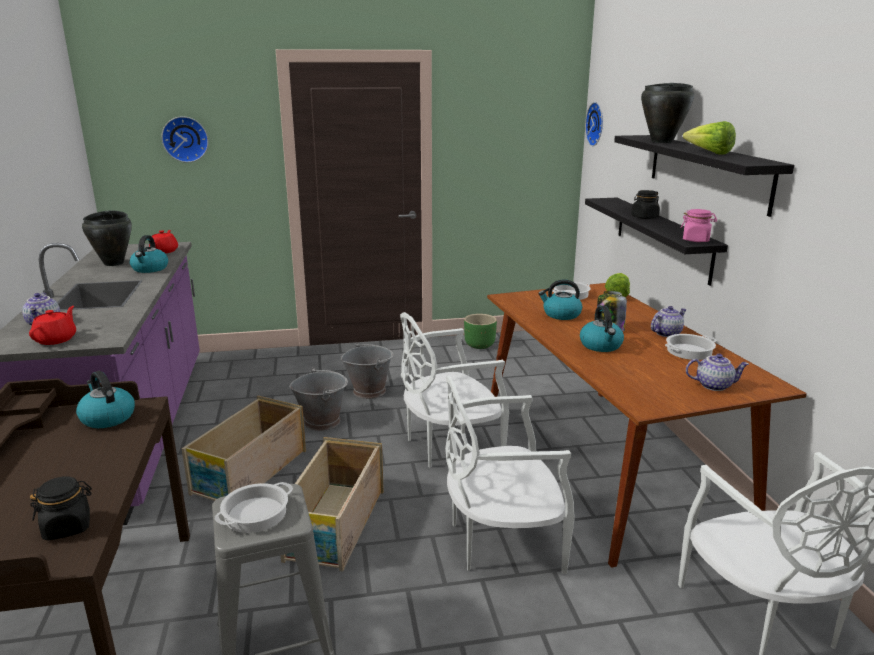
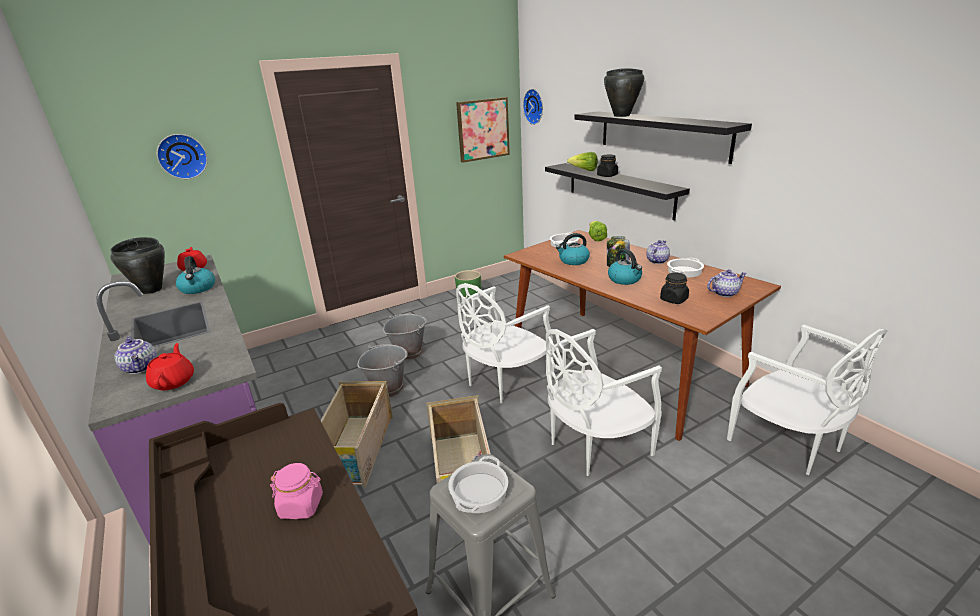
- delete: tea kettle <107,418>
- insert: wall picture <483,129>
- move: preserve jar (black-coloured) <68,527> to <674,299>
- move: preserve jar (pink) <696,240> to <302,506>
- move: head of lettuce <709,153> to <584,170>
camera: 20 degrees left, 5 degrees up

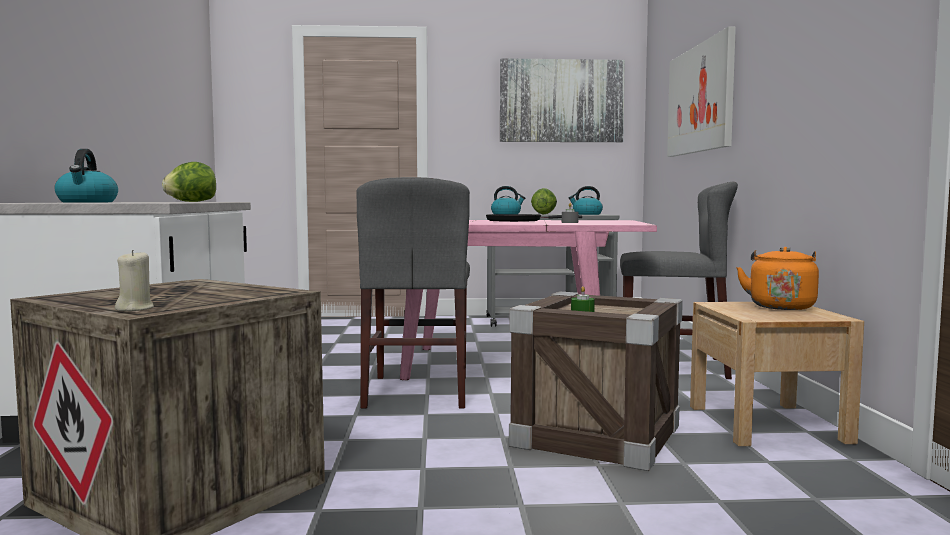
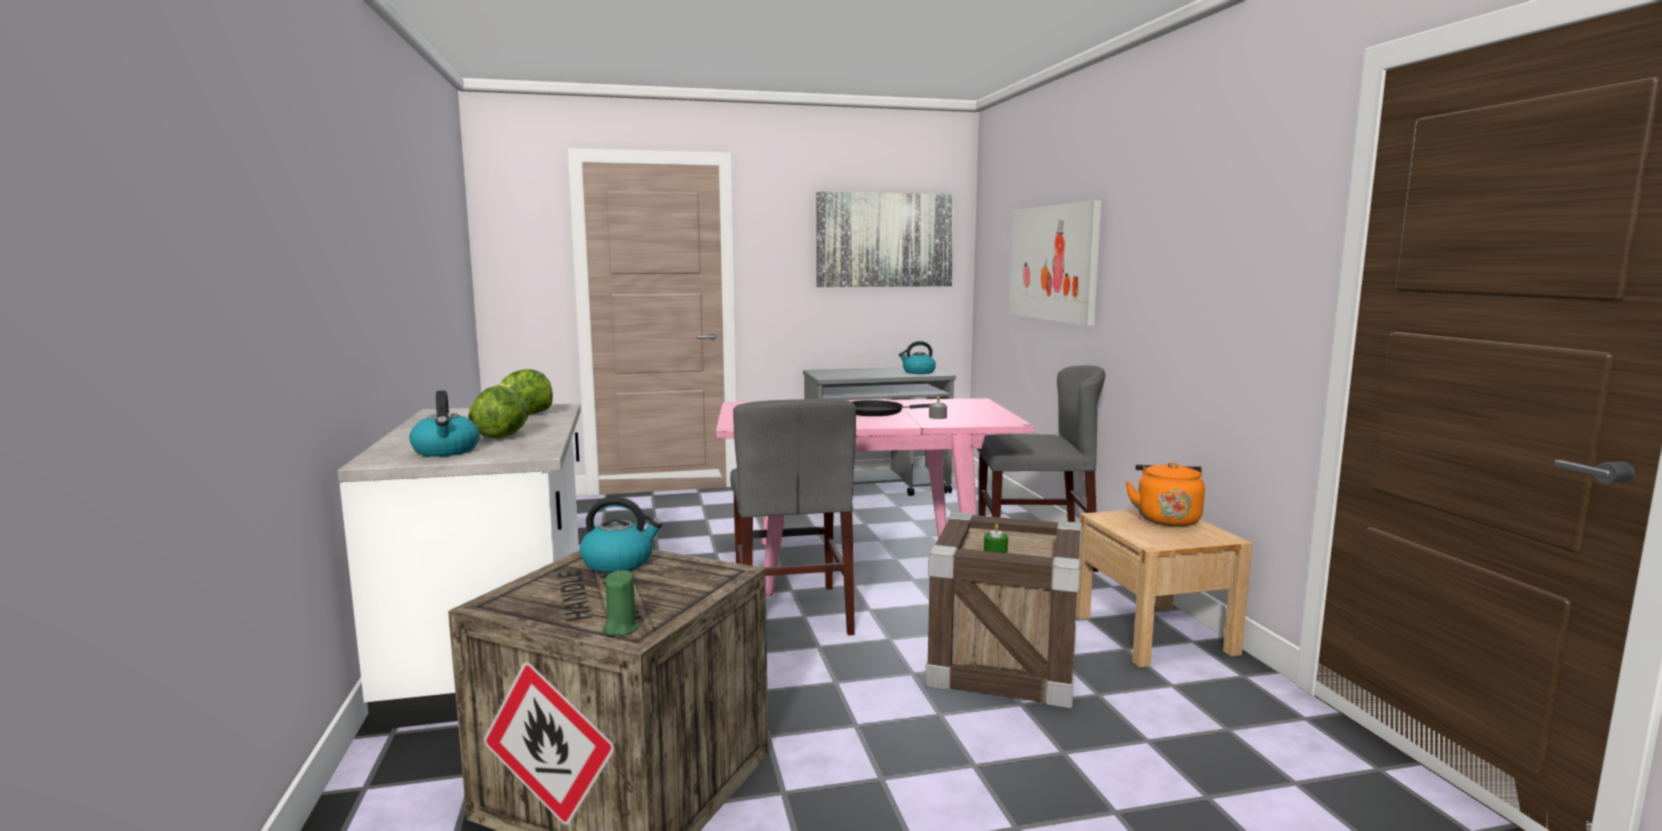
- move: tea kettle <506,214> to <619,562>
- move: head of lettuce <543,214> to <502,436>
- recolor: wax light (sand-coloured) <135,309> to wax light (green-coloured) <621,629>
camera: 10 degrees left, 5 degrees up

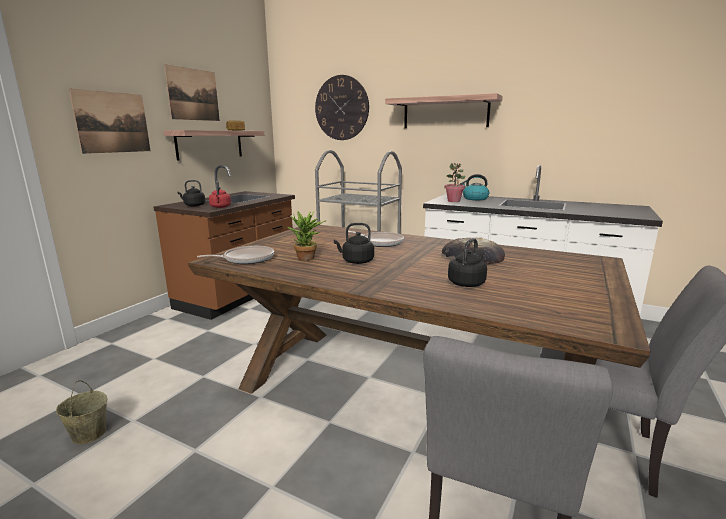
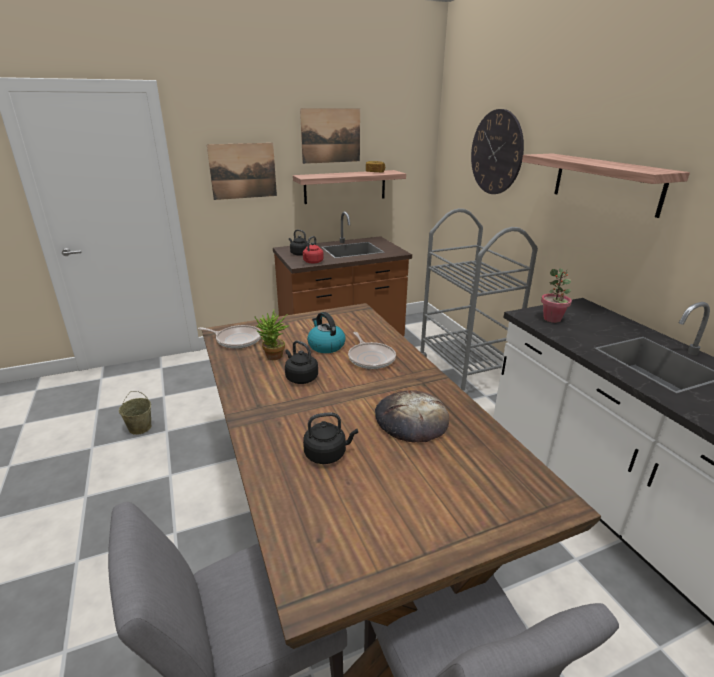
- move: tea kettle <474,198> to <325,346>
camera: 40 degrees right, 10 degrees up

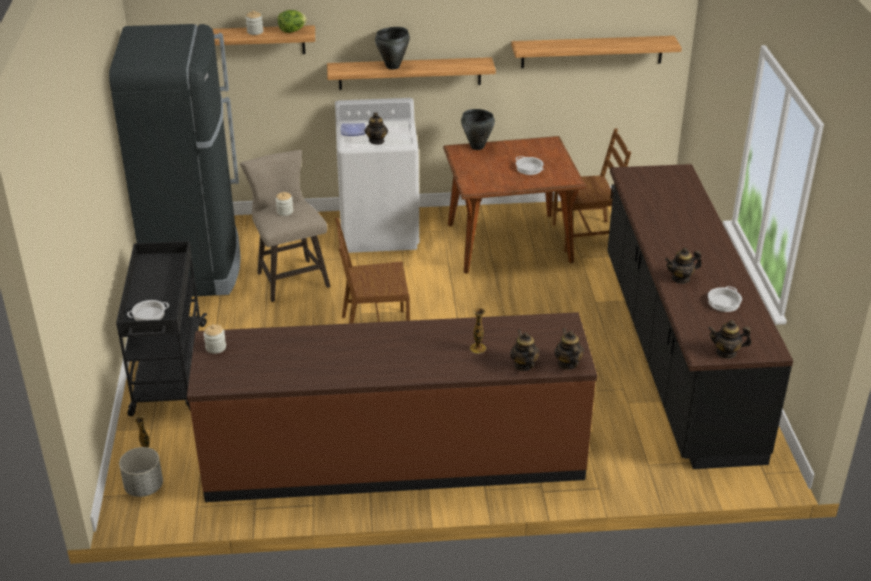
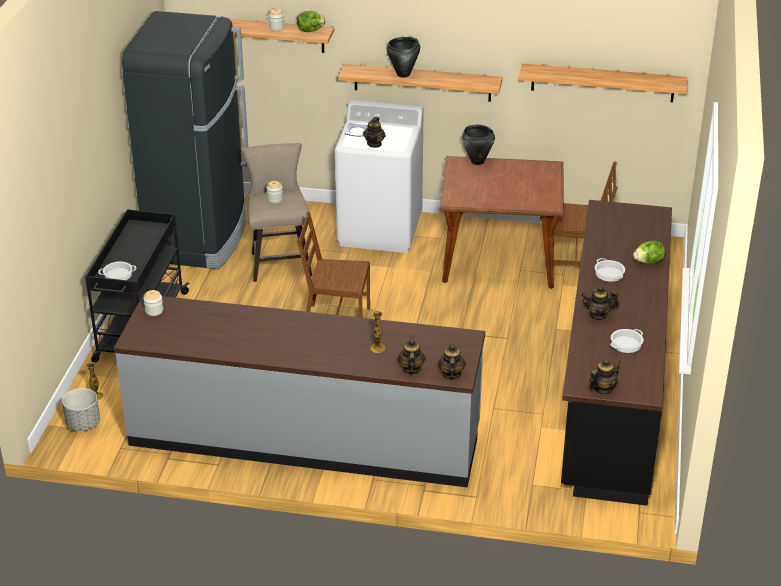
- insert: head of lettuce <648,262>
- move: saucepot <529,168> to <609,273>
- recolor: kitchen base unit (brownish) <394,457> to kitchen base unit (gray) <305,437>
- rotate: tea pot <726,352> = <602,389> 120 degrees clockwise
camera: 15 degrees right, 0 degrees up

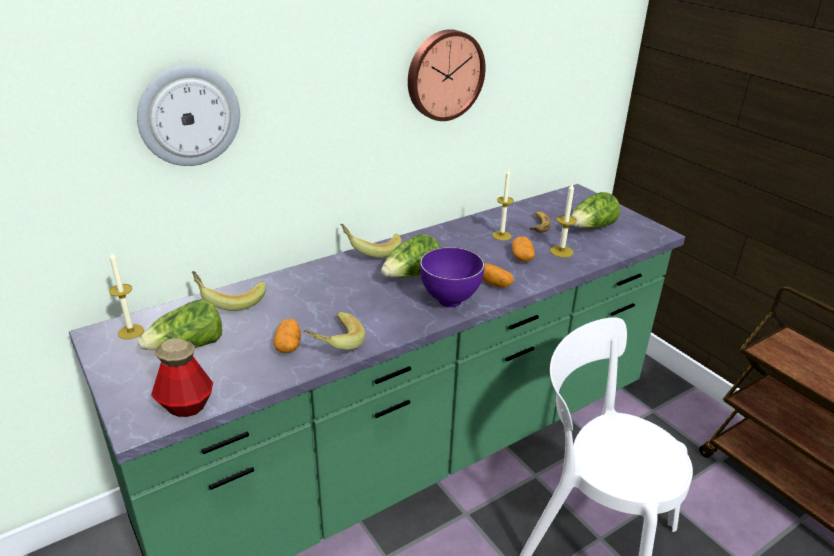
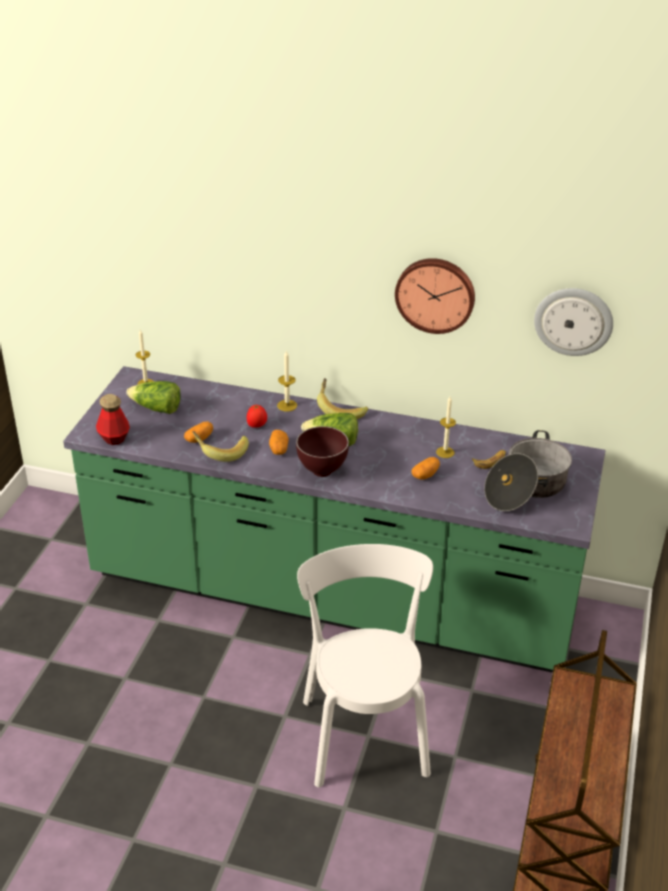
- delete: whole banana <230,300>
- insert: tomato <257,426>
- move: wall clock <189,116> to <573,321>
- move: whole potato <494,283> to <278,449>
- move: wax light <561,251> to <287,405>
- replace: head of lettuce <591,228> to saucepot <526,488>
- recolor: serving bowl (purple) <449,301> to serving bowl (brownish) <323,471>
camera: 50 degrees right, 5 degrees up

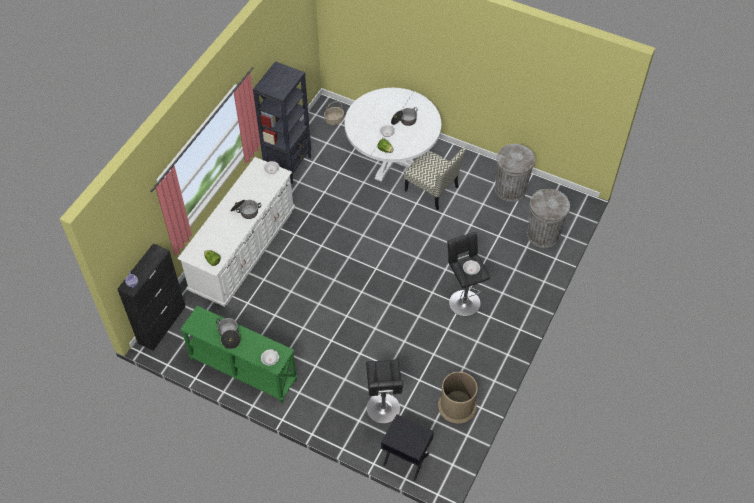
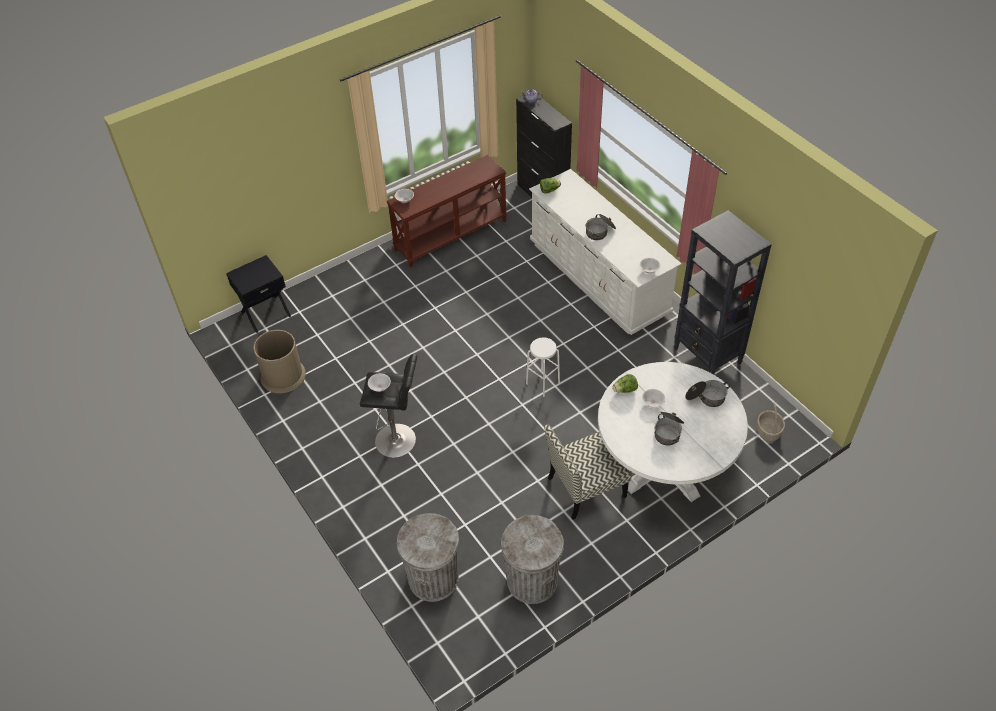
- delete: sitting stool (black-coloured) <383,410>
- insert: sitting stool (whitish) <543,383>
- move: saucepot <229,336> to <705,397>
- recolor: narrow table (green-coloured) <242,370> to narrow table (brownish) <450,234>
camera: 120 degrees right, 5 degrees down

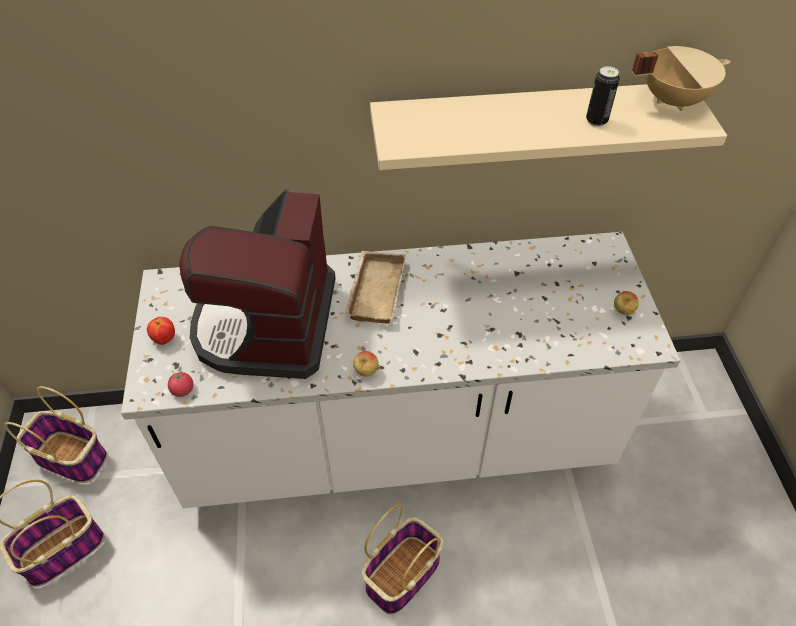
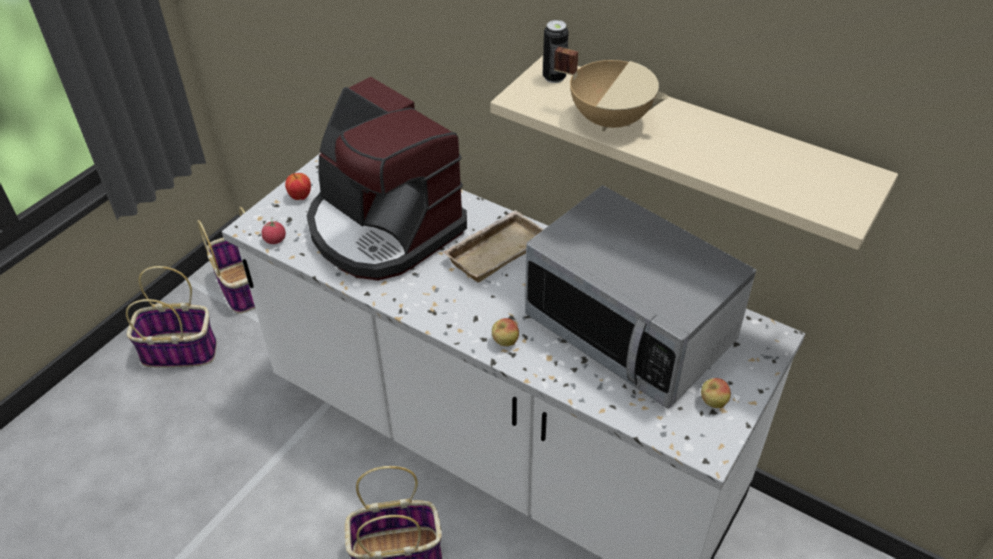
- insert: microwave <630,330>
- move: apple <366,372> to <505,342>
- move: metal can <596,121> to <554,77>
- move: saucepot (sand-coloured) <672,100> to <610,119>
- rotate: coffee machine <268,324> = <383,228> 90 degrees counterclockwise
camera: 40 degrees right, 5 degrees down

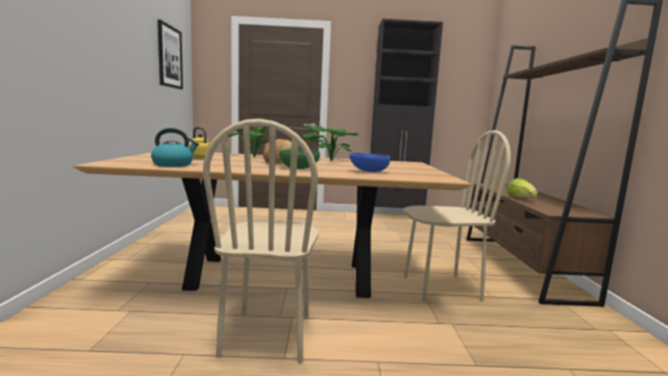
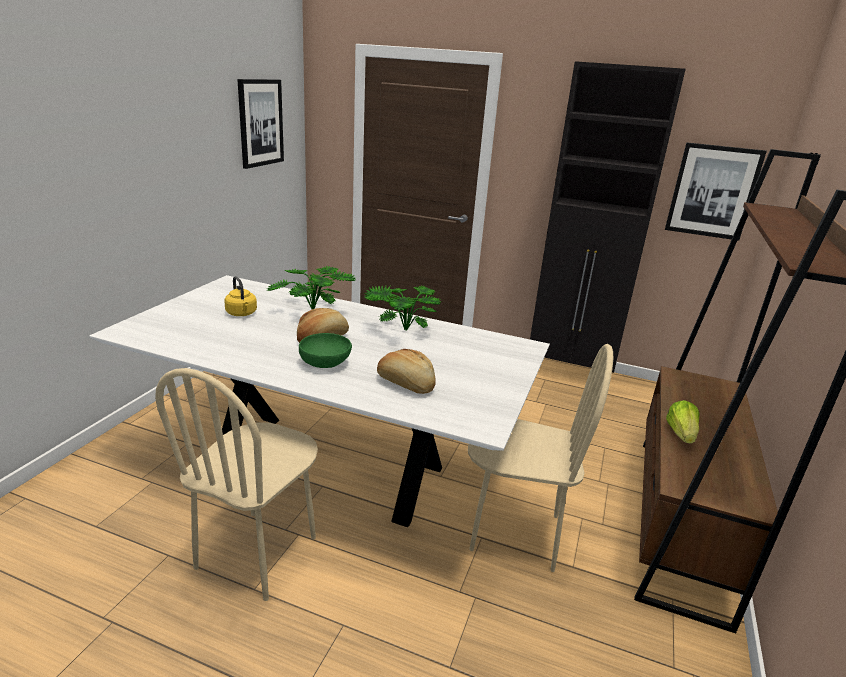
- delete: tea kettle <174,165>
- insert: wall picture <712,191>
- replace: serving bowl (blue-coloured) <368,171> to baked bread <406,384>
- recolor: dinner table (brownish) <283,277> to dinner table (whitish) <330,466>
camera: 20 degrees right, 15 degrees up

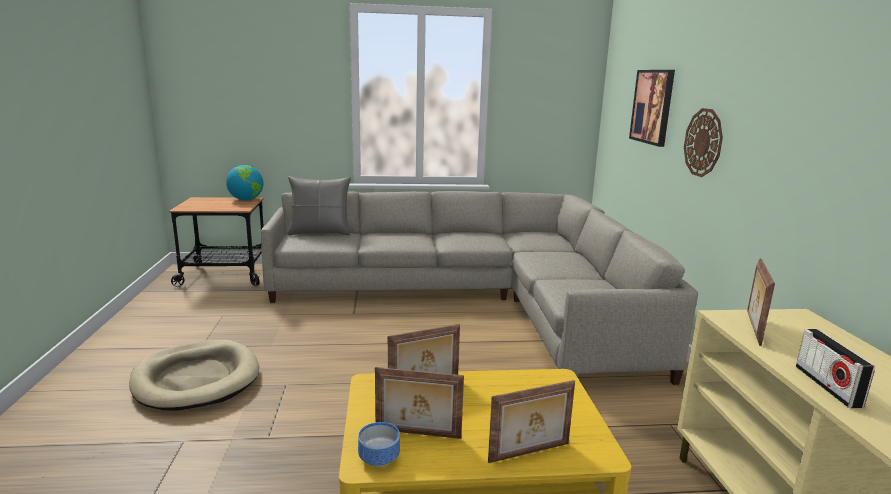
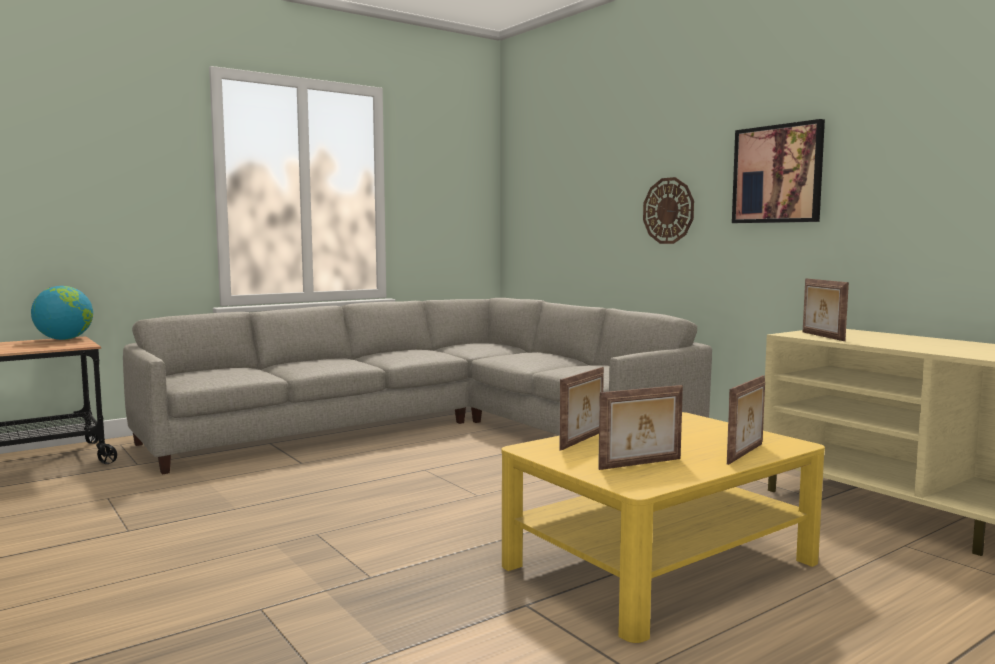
- delete: pet bed (sand-coloured) <196,379>
- delete: throw pillow (gray) <320,232>
- delete: serving bowl <377,459>
- delete: radio <827,386>
- move: wall picture <652,106> to <777,174>
camera: 30 degrees left, 10 degrees down

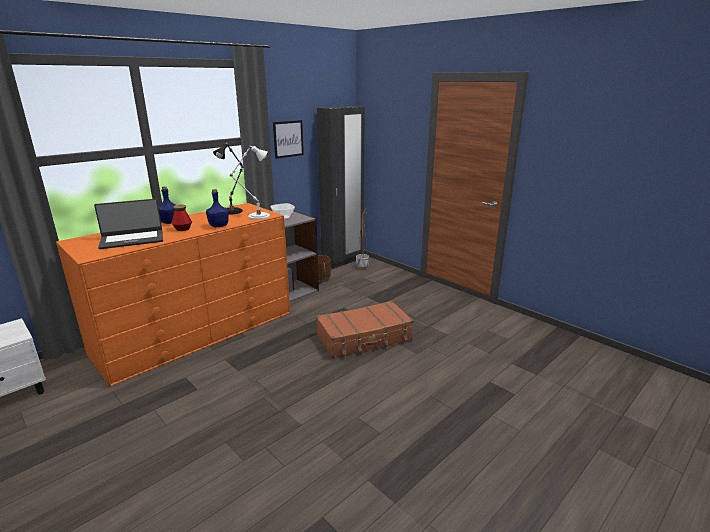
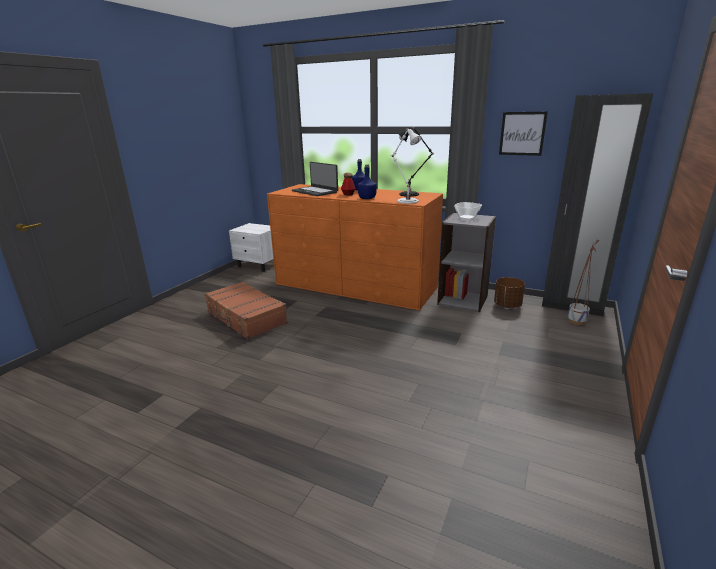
- move: travel case (brownish) <364,338> to <245,318>
camera: 70 degrees right, 0 degrees up

